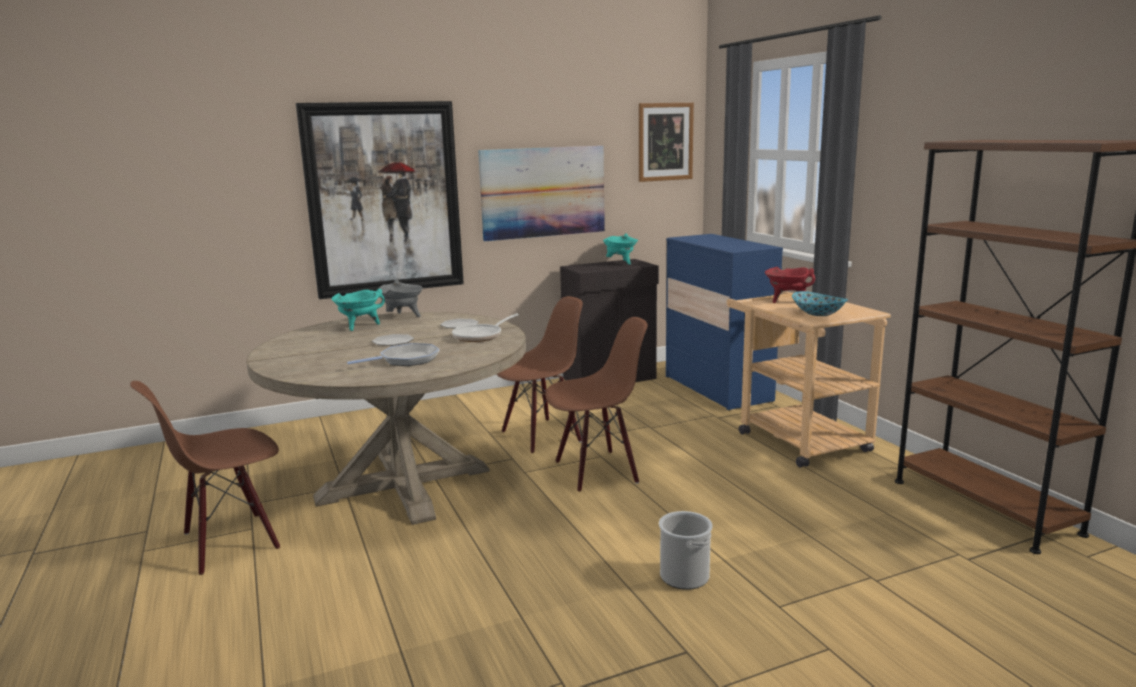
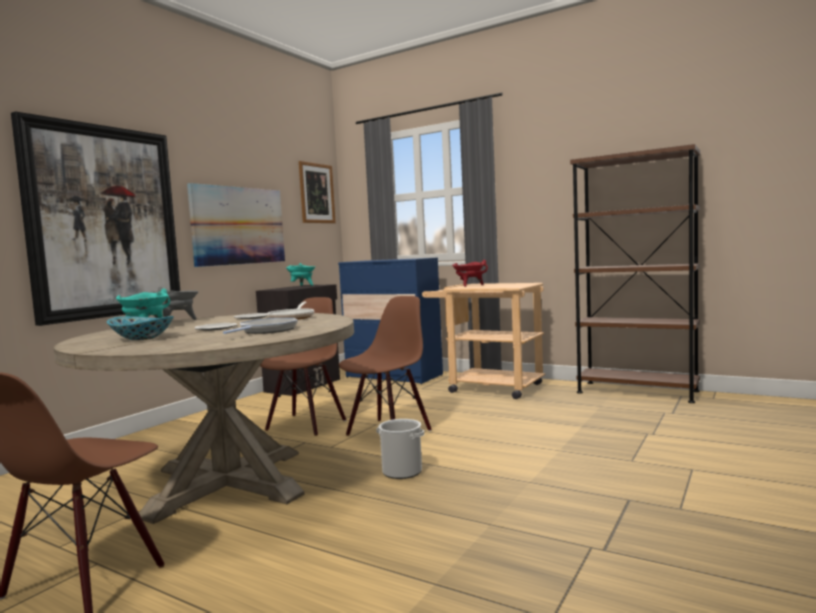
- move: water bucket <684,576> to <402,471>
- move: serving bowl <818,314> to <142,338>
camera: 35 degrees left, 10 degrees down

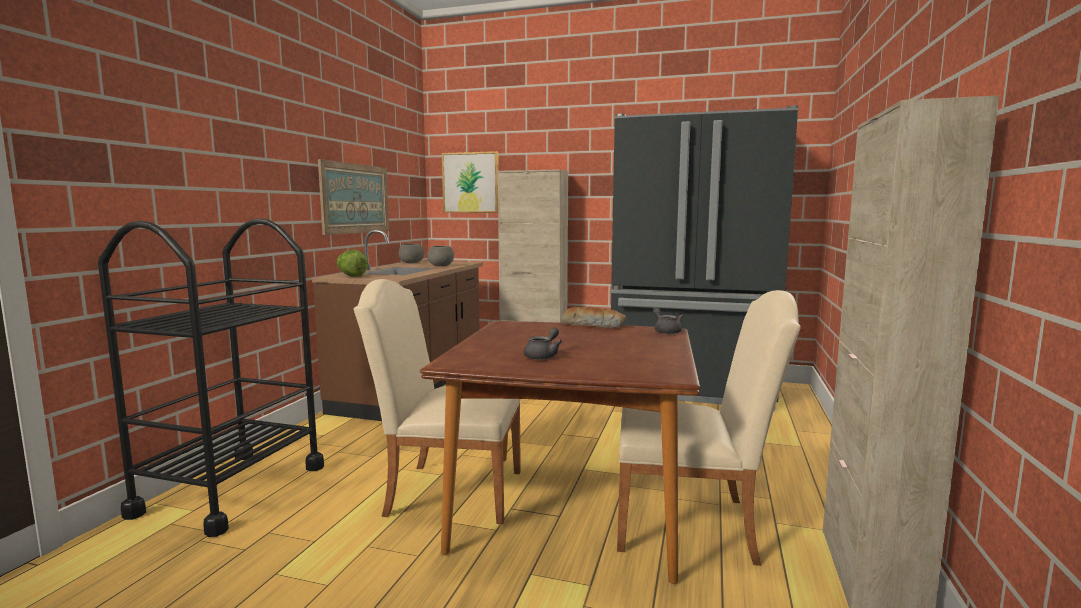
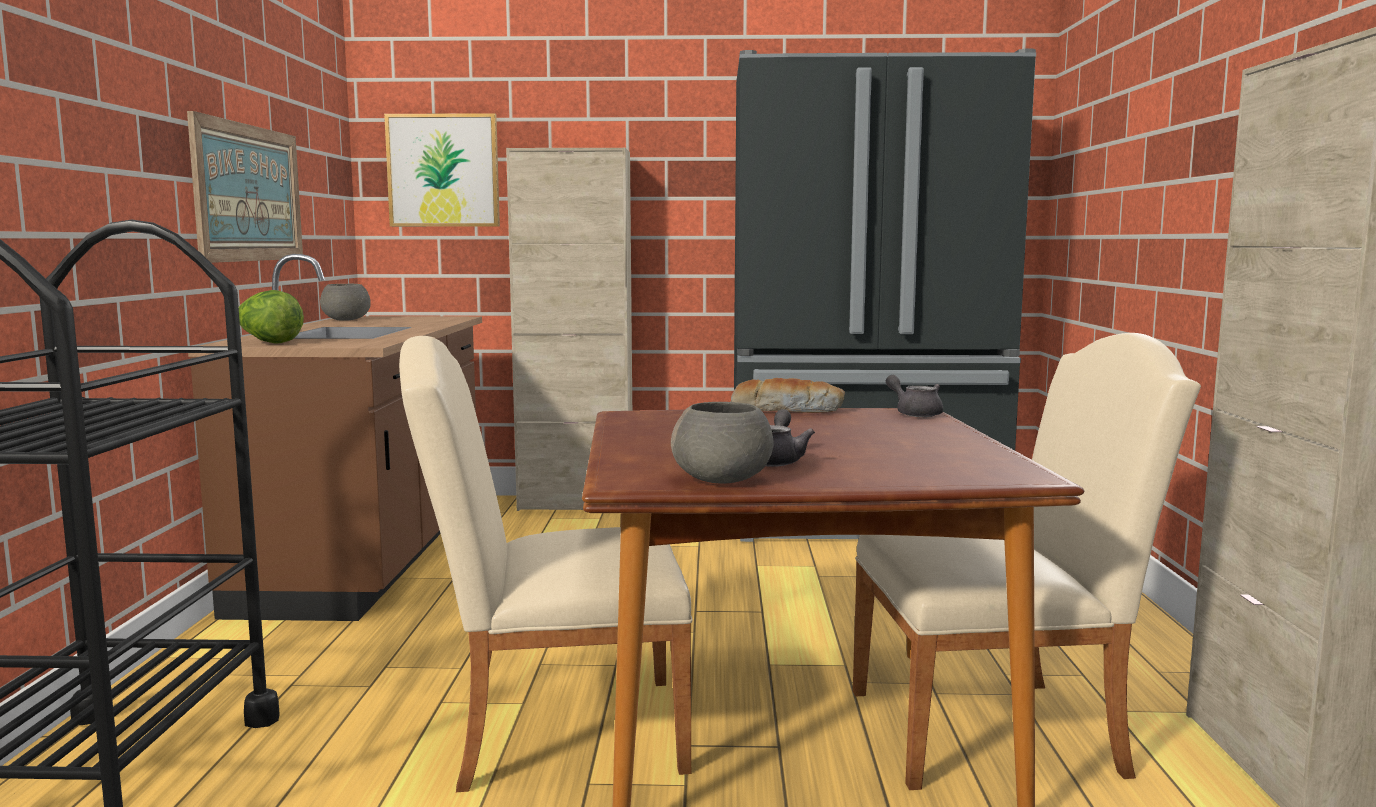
- move: serving bowl (gray) <441,265> to <723,479>
camera: 15 degrees left, 0 degrees up

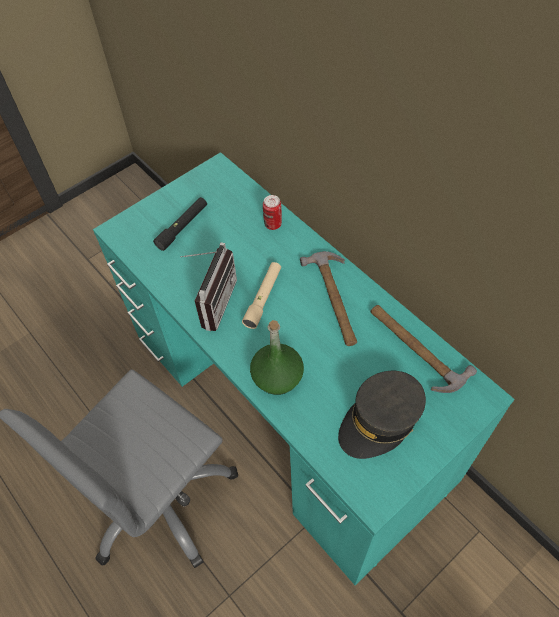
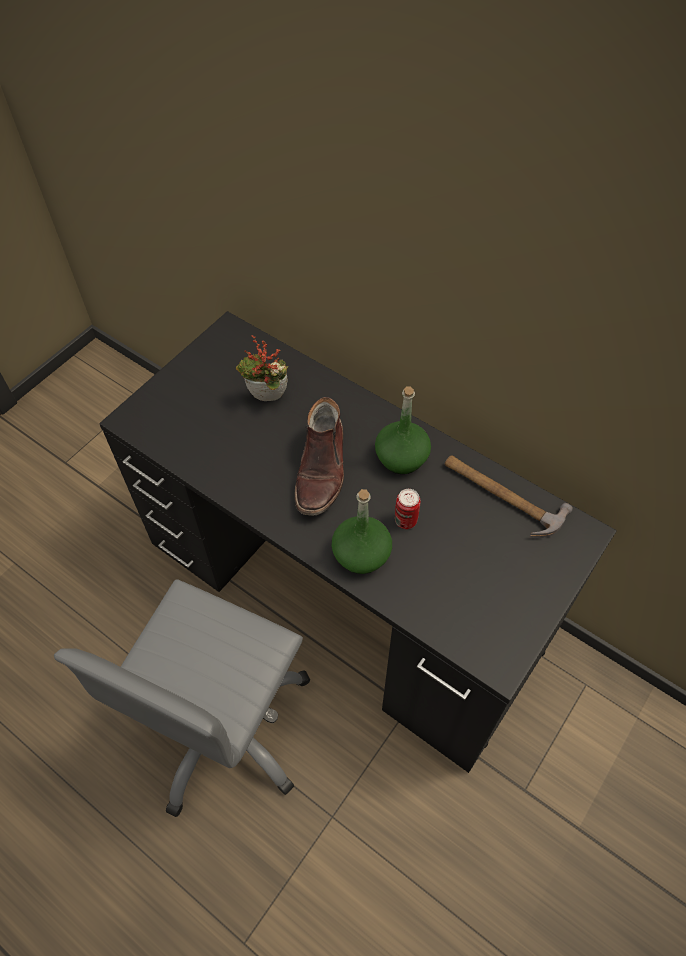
- delete: hand torch (black-coloured) <182,227>
- delete: radio <212,301>
- delete: baseball cap (gray) <380,420>
- insert: plant in a pot <266,400>
- move: metal can <273,224> to <405,520>
- replace: hand torch (sand-coloured) <263,298> to high-top boot (brownish) <322,469>
- replace: tool hammer <335,299> to beverage bottle (green-coloured) <402,457>
- recolor: desk (turquoise-coloured) <287,405> to desk (black-coloured) <346,589>
camera: 15 degrees left, 0 degrees up

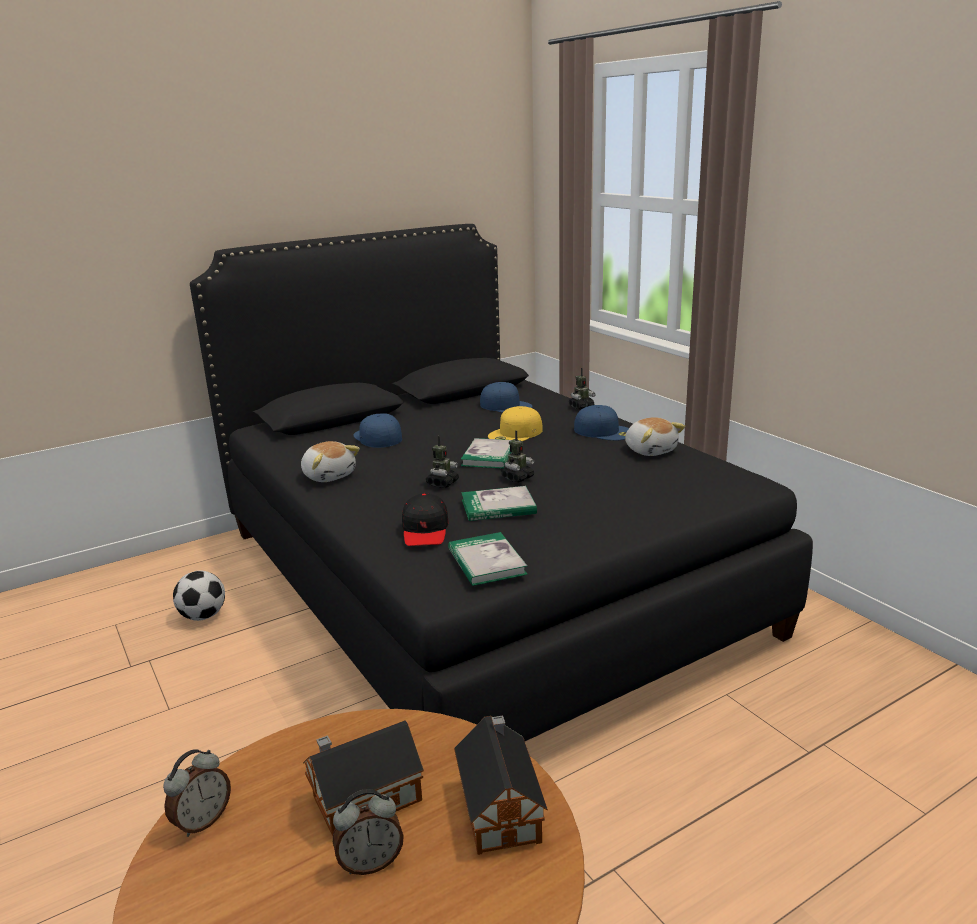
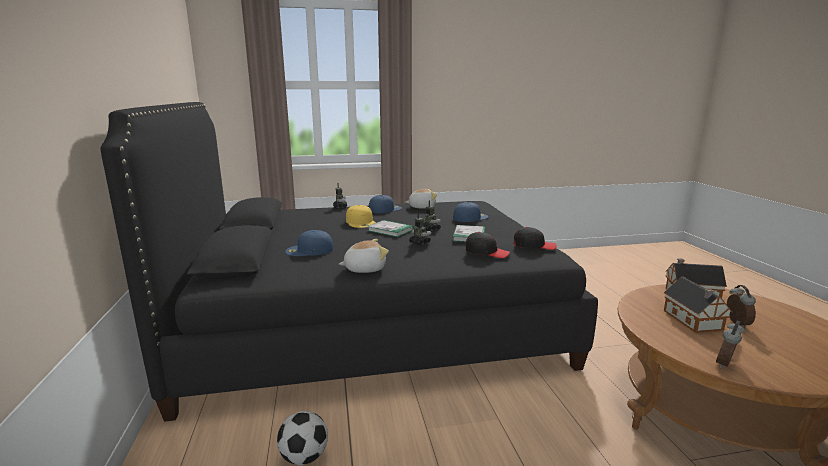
- move: baseball cap (blue-coloured) <506,406> to <470,217>
- replace: bound book <486,562> to baseball cap (black-coloured) <534,246>
- rotate: table clock <202,821> = <726,364> 105 degrees counterclockwise
camera: 70 degrees left, 5 degrees down

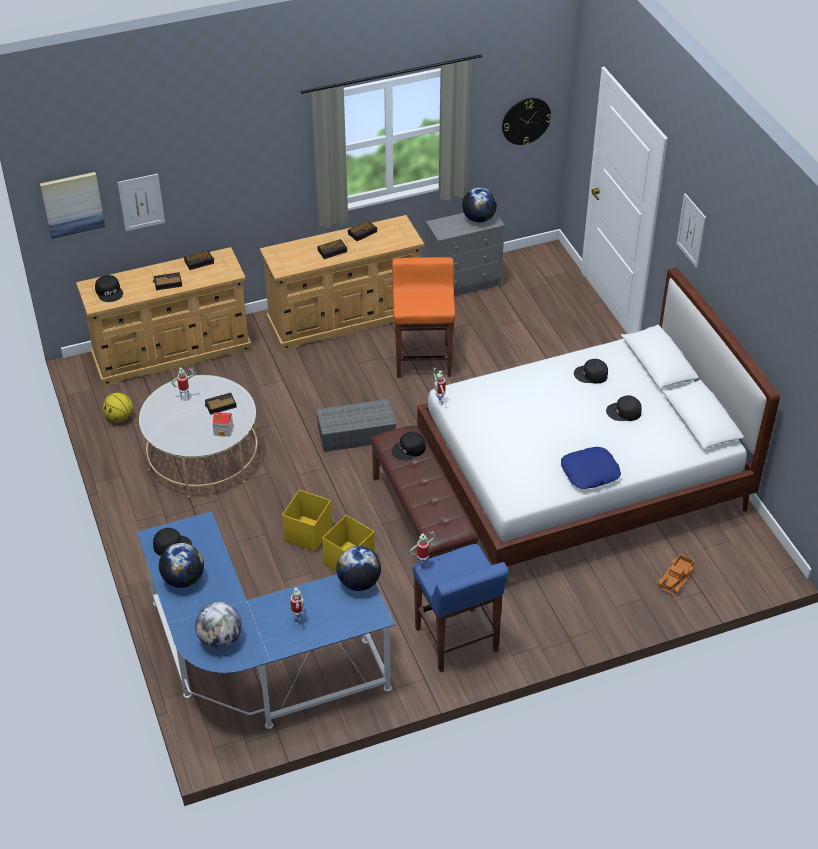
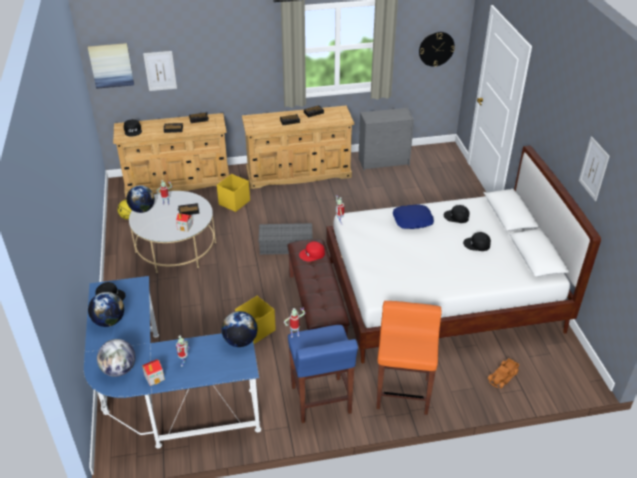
- insert: miniature house <154,377>
- move: storage box (yellow-coloured) <307,534> to <234,203>
- move: sitting stool (orangey) <423,359> to <403,392>
- move: desk globe <478,219> to <142,209>
- move: throw pillow (blue-coloured) <590,473> to <412,220>
- move: wall picture <691,230> to <594,168>
- recolor: baseball cap (black-coloured) <409,449> to baseball cap (red) <312,254>
camera: 10 degrees right, 5 degrees down

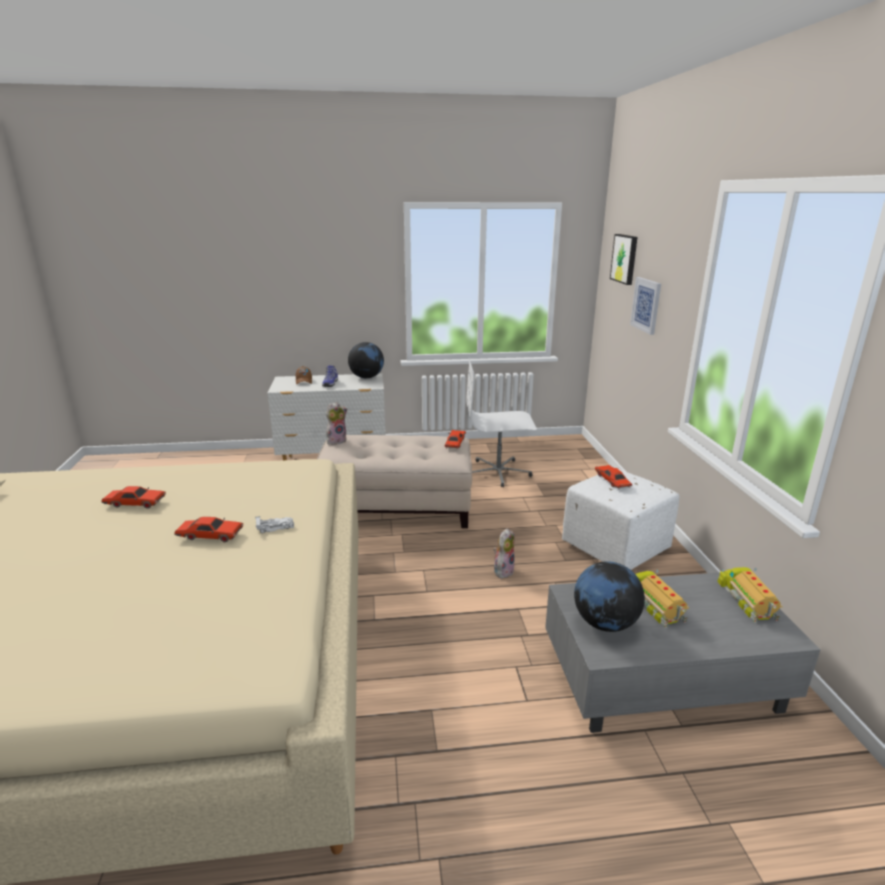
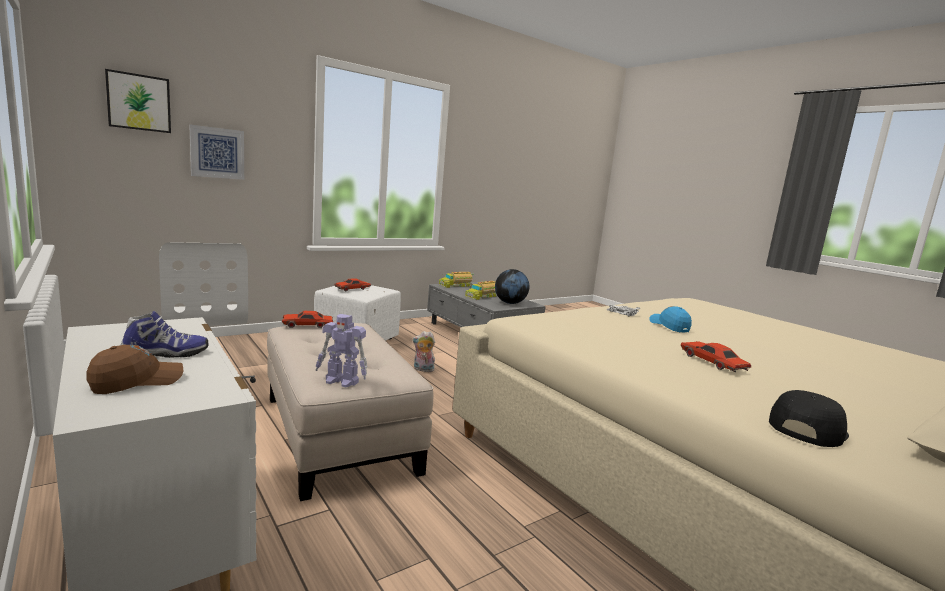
- delete: desk globe <366,377>
- insert: baseball cap (black-coloured) <806,427>
- replace: toy car (red) <210,535> to baseball cap (blue-coloured) <669,326>
- replace: soft toy <336,441> to model robot <342,381>
camera: 120 degrees left, 10 degrees down

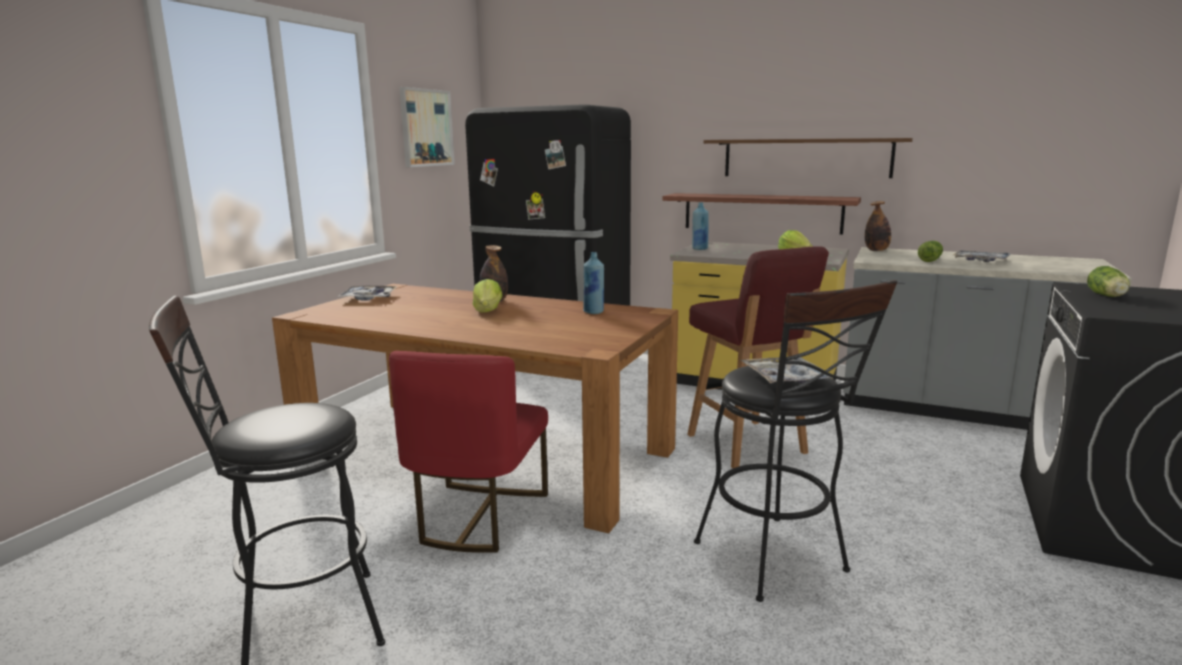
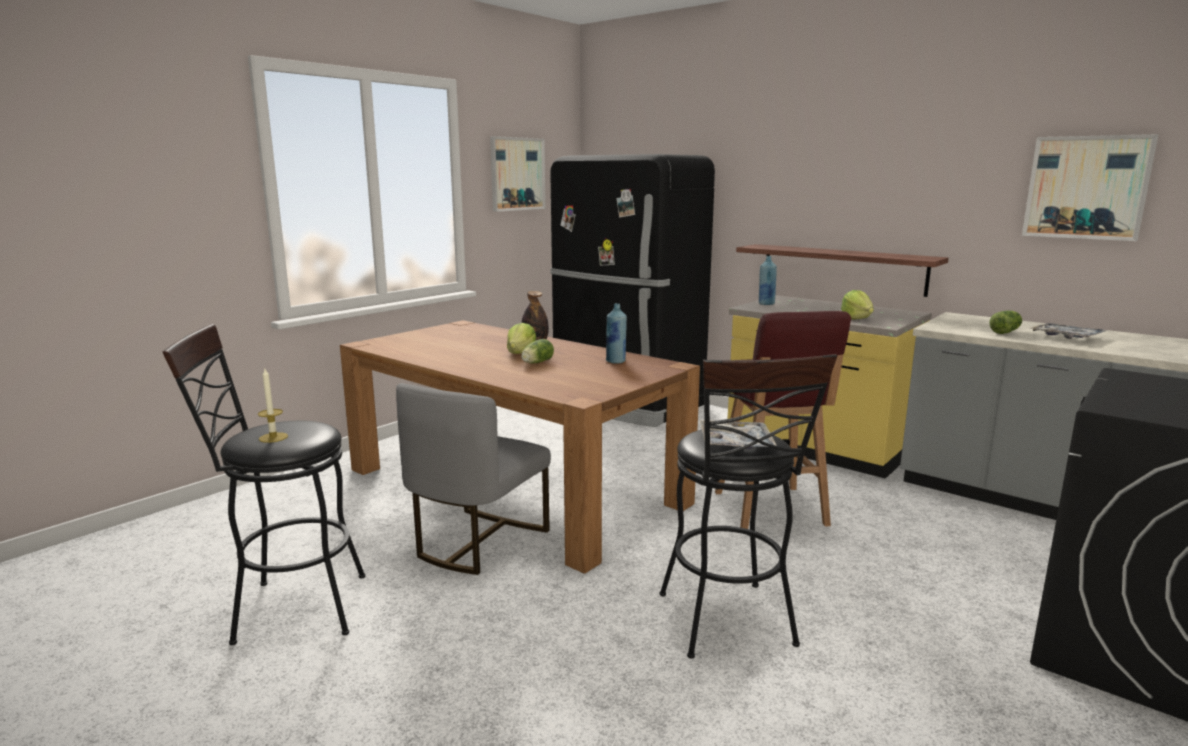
- delete: carrying tray <368,298>
- delete: shelf (brownish) <806,158>
- delete: beverage bottle <876,250>
- insert: wax light <273,437>
- insert: wall picture <1086,187>
- move: head of lettuce <1107,296> to <536,363>
- recolor: chair (red) <478,517> to chair (gray) <477,542>
camera: 15 degrees right, 0 degrees up

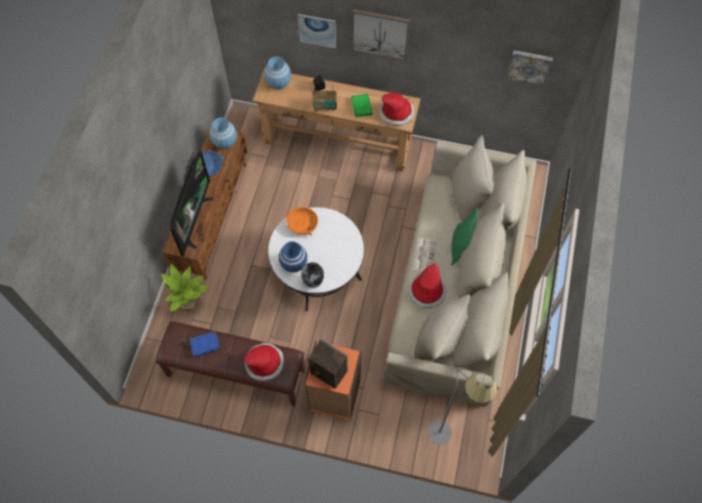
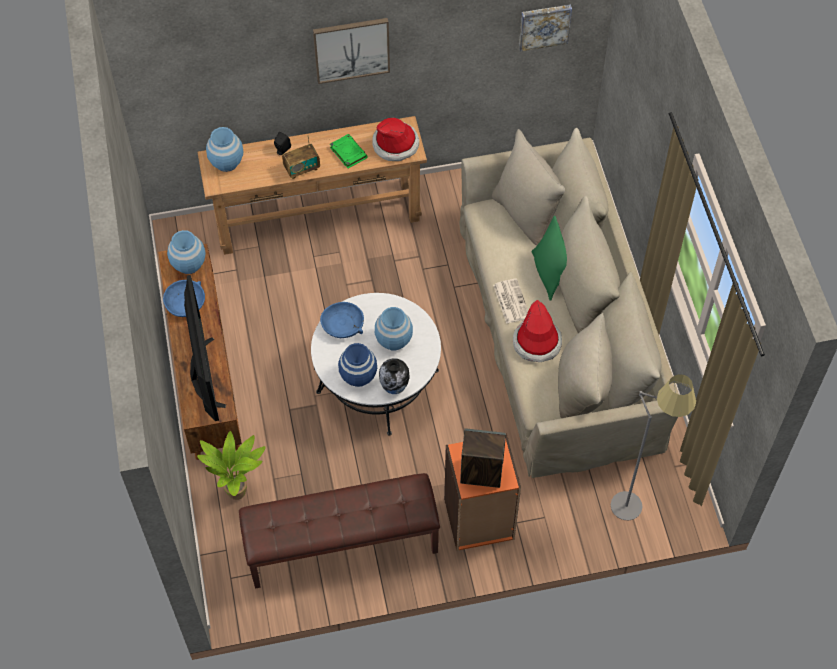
- delete: bound book (blue-coloured) <205,345>
- delete: wearable hat <264,363>
- delete: wall picture <317,30>
- insert: decorative vase (blue-coloured) <394,340>
- recolor: serving bowl (orangey) <302,224> to serving bowl (blue-coloured) <343,324>
camera: 25 degrees left, 5 degrees down

